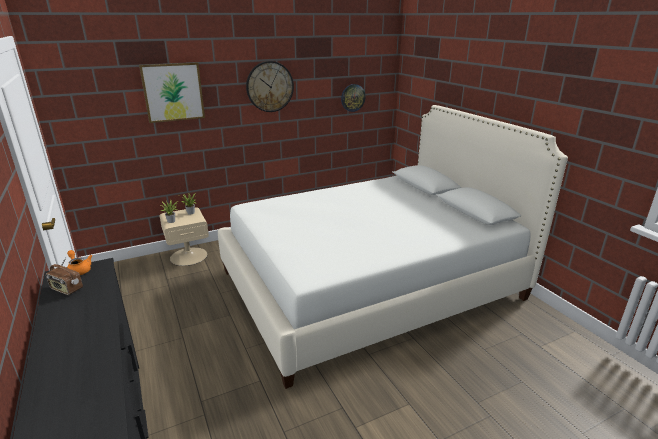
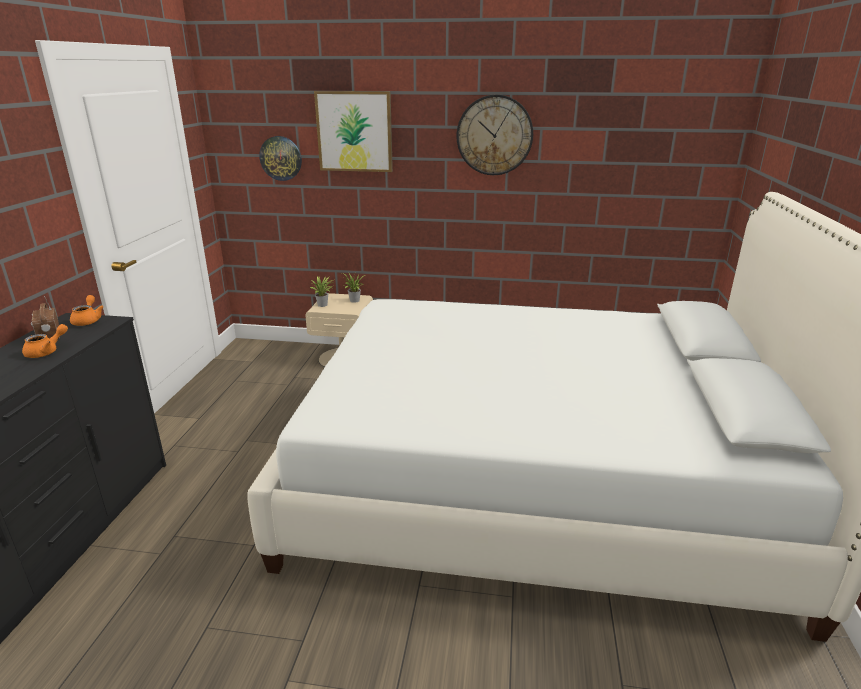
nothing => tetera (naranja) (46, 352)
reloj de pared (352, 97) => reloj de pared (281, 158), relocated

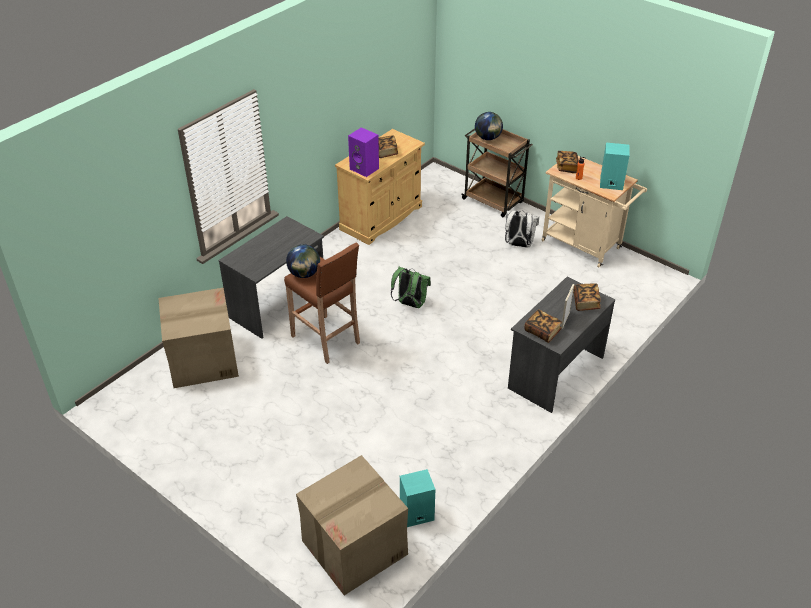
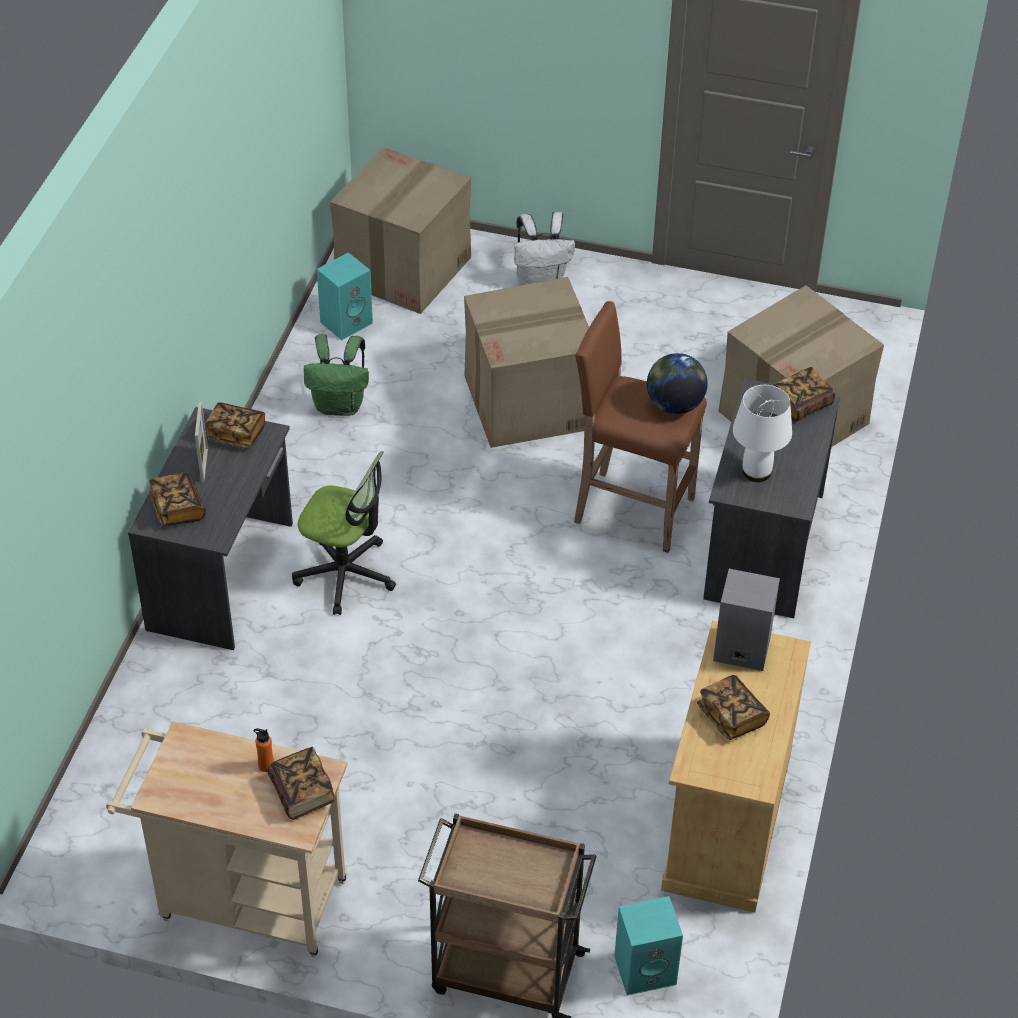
globo terráqueo (488, 138) => nothing
nothing => silla de oficina (345, 574)
nothing => caja de cartón (529, 402)
nothing => lámpara de mesa (blanco) (757, 472)
nothing => libro (801, 404)
mochila (verde) (410, 304) => mochila (verde) (340, 405), relocated
mochila (blanco) (518, 245) => mochila (blanco) (541, 281), relocated
altavoz (turquesa) (610, 183) => altavoz (turquesa) (646, 969), relocated
altavoz (morado) (365, 169) => altavoz (gris) (740, 649)

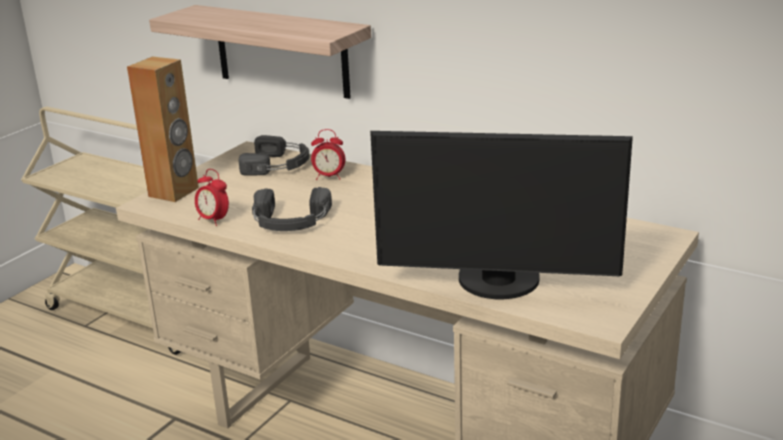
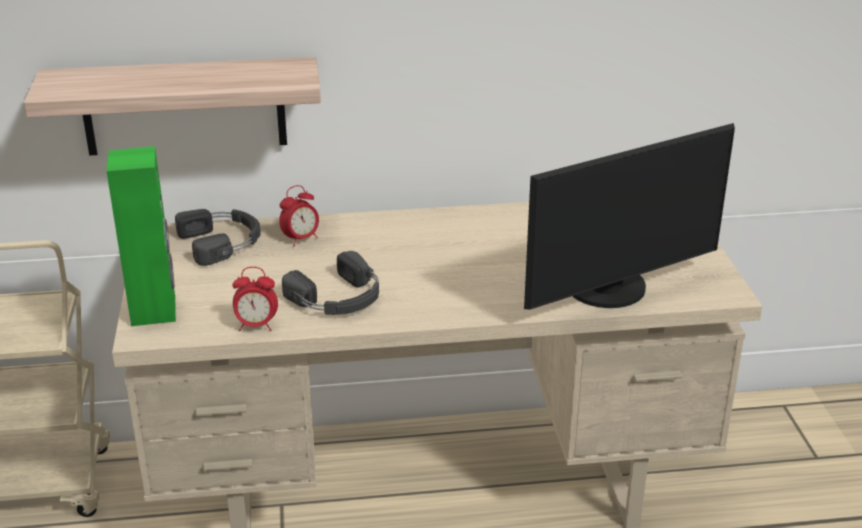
altavoz (marrón) (174, 192) => altavoz (verde) (154, 311)

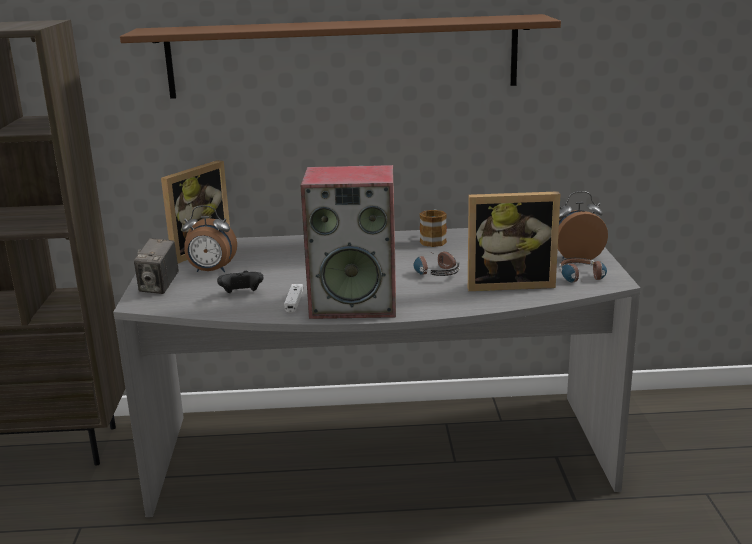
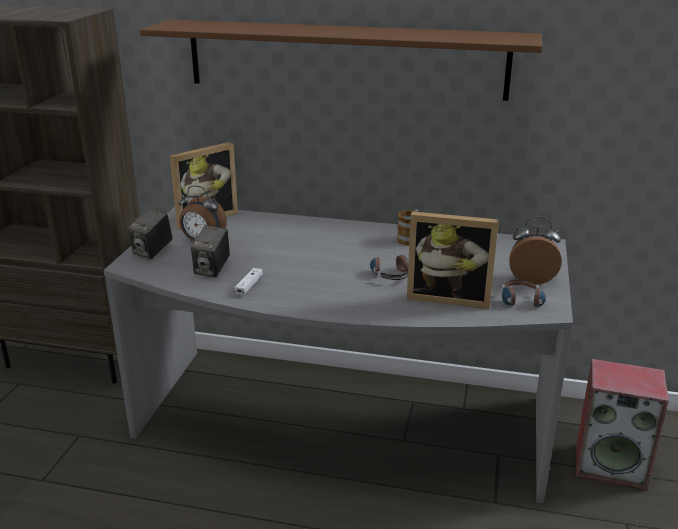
altavoz (355, 304) => altavoz (611, 465), relocated
mando de consola (negro) (241, 294) => cámara (212, 270)

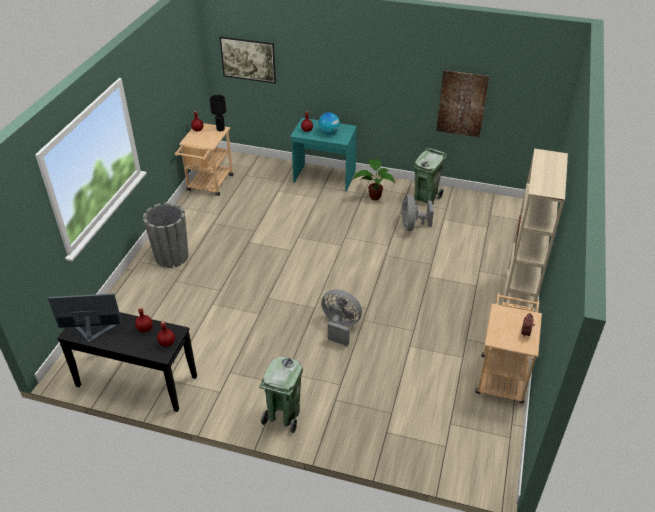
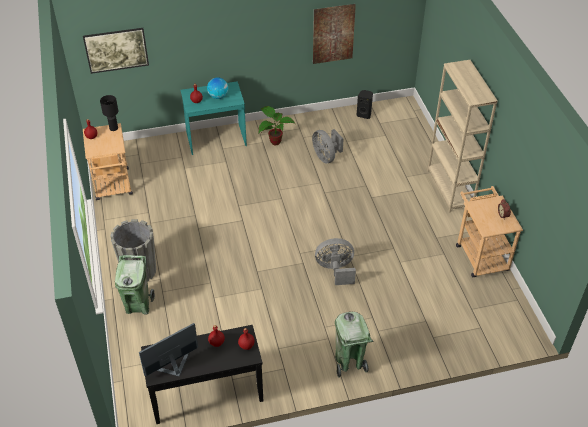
nothing => altavoz (negro) (364, 114)
papelera (verde) (426, 197) => papelera (verde) (138, 305), relocated

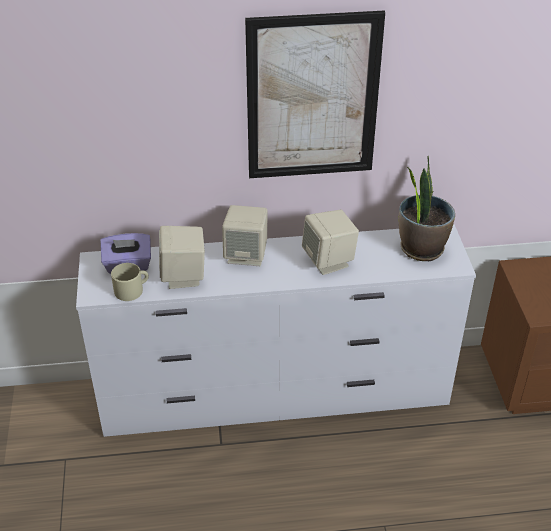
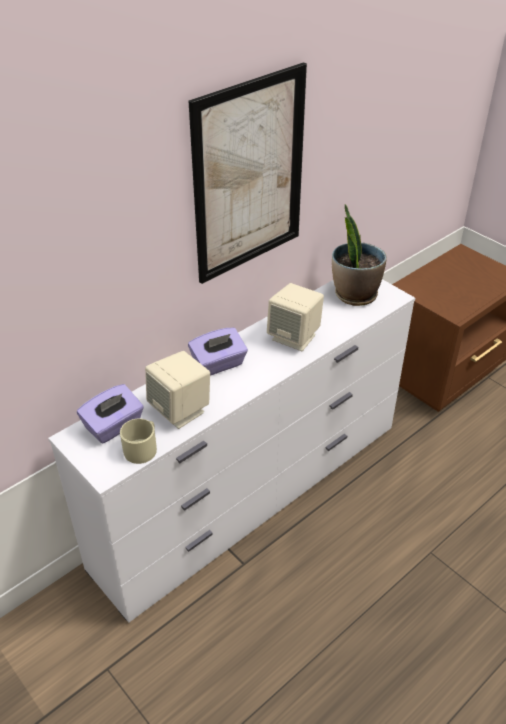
altavoz (beis) (246, 255) => caja de pañuelos (morado) (218, 364)

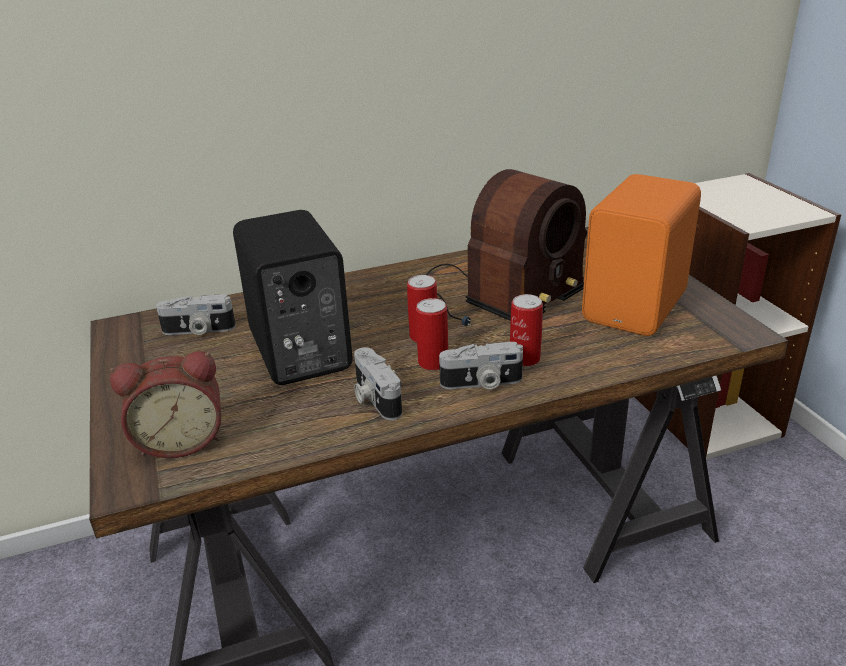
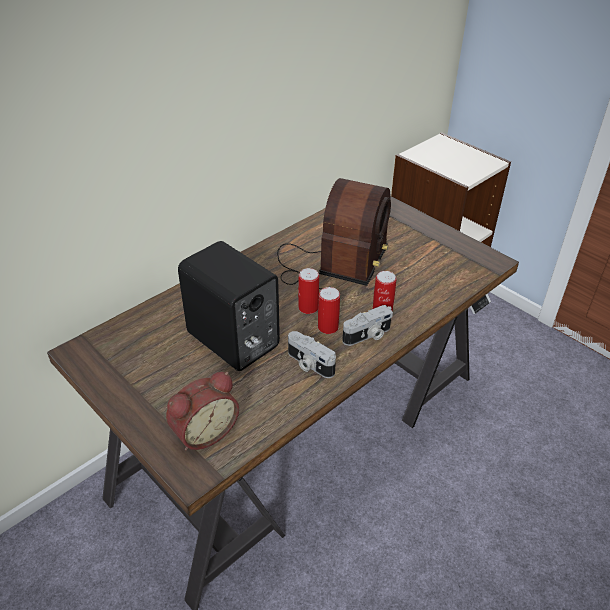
cámara (198, 330) => nothing
altavoz (naranja) (638, 307) => nothing

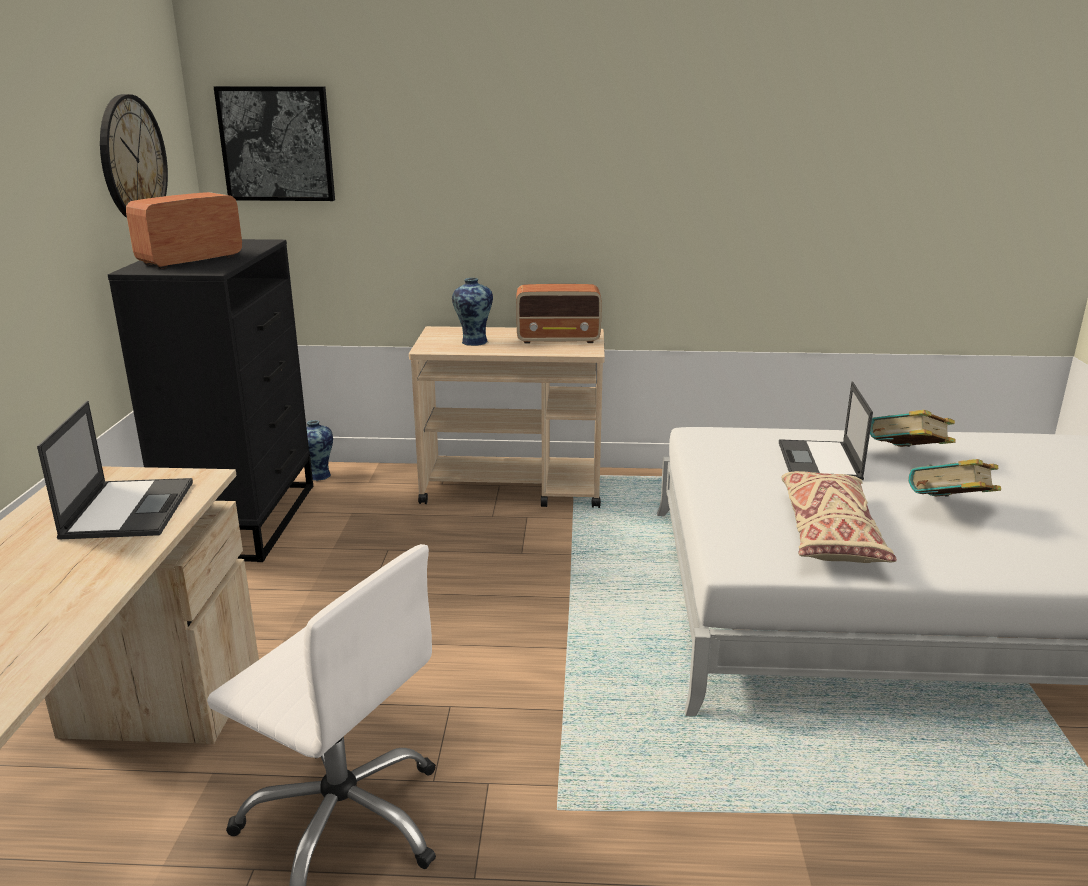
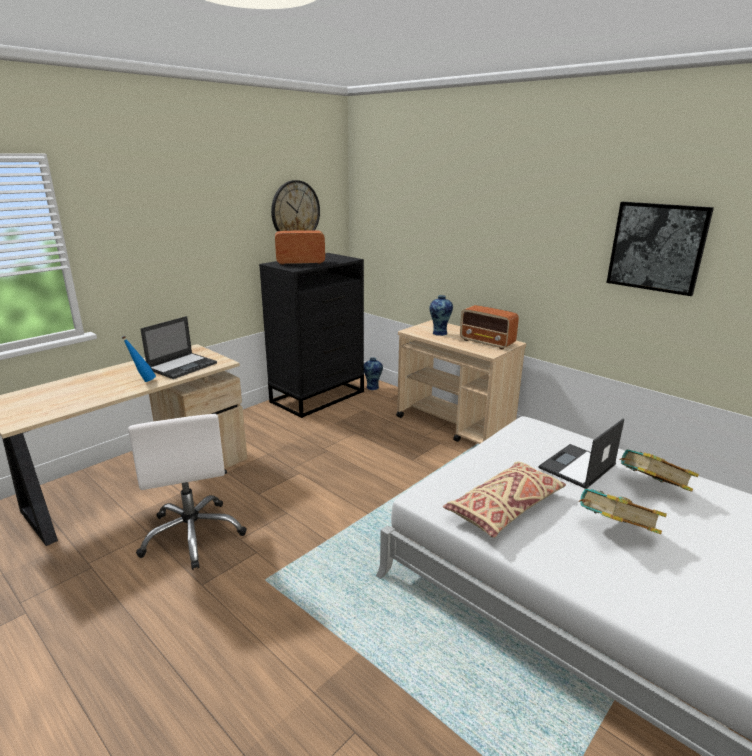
nothing => botella (azul) (143, 381)
cuadro (277, 144) => cuadro (657, 247), relocated

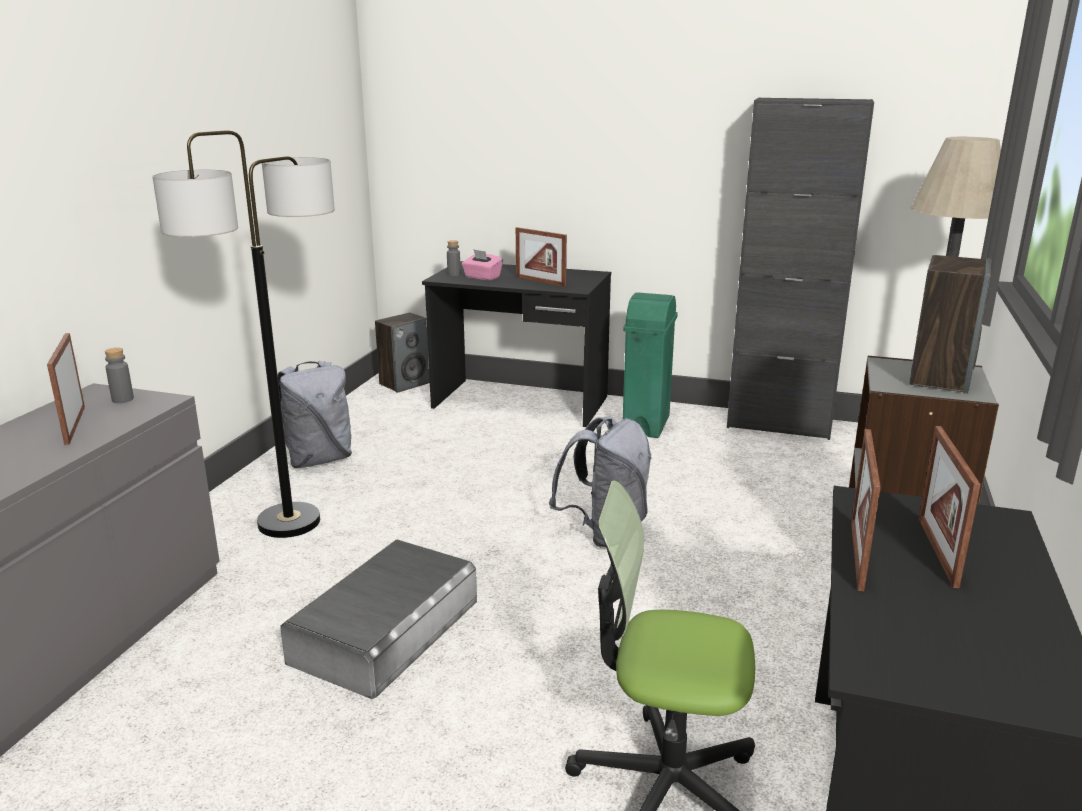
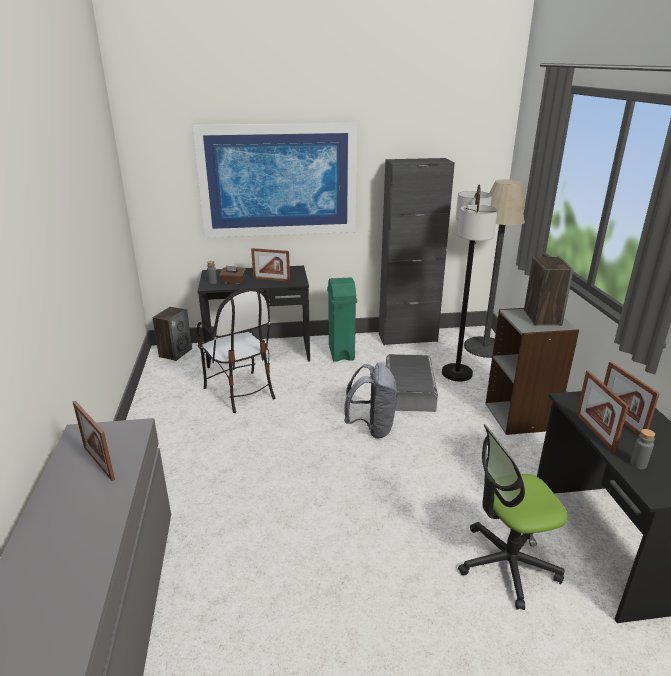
mochila (gris) (318, 459) => nothing
nothing => cuadro (278, 180)
nothing => silla (240, 392)
botella (gris) (123, 399) => botella (gris) (638, 464), relocated
lámpara de pie (289, 522) => lámpara de pie (457, 373), relocated
caja de almacenaje (gris) (385, 630) => caja de almacenaje (gris) (409, 389), relocated
caja de pañuelos (rosa) (482, 277) => caja de pañuelos (marrón) (233, 282)

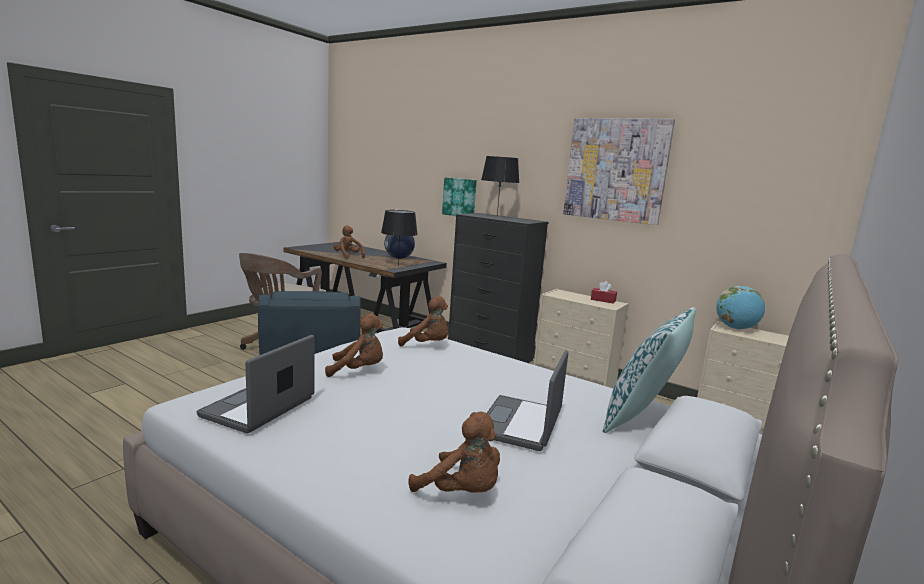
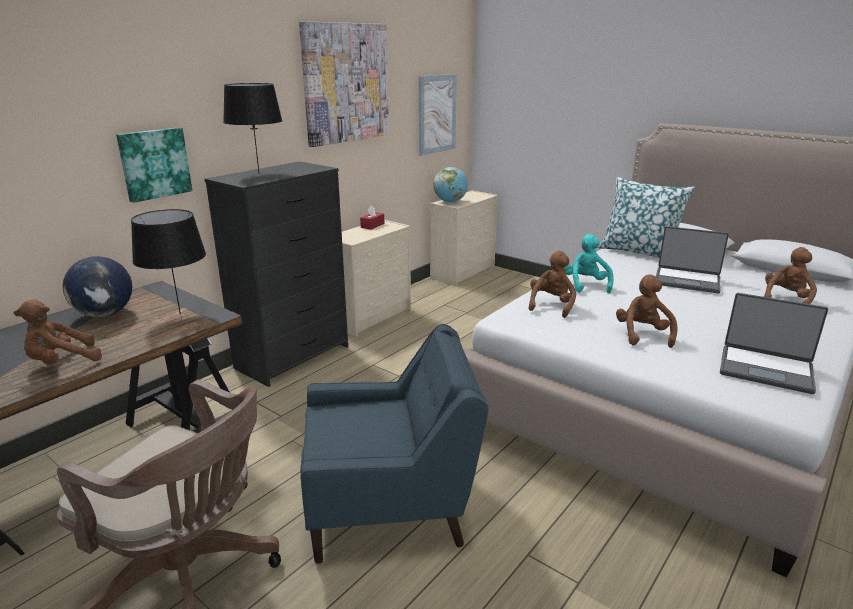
nothing => cuadro (437, 114)
nothing => peluche (turquesa) (586, 285)

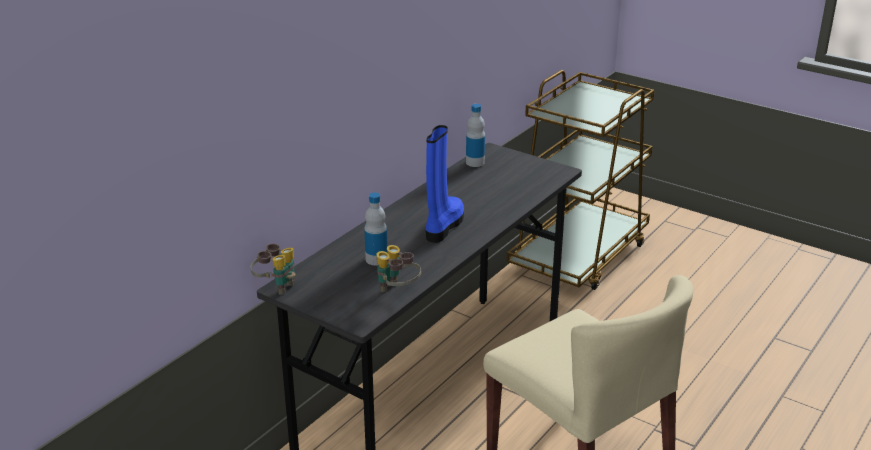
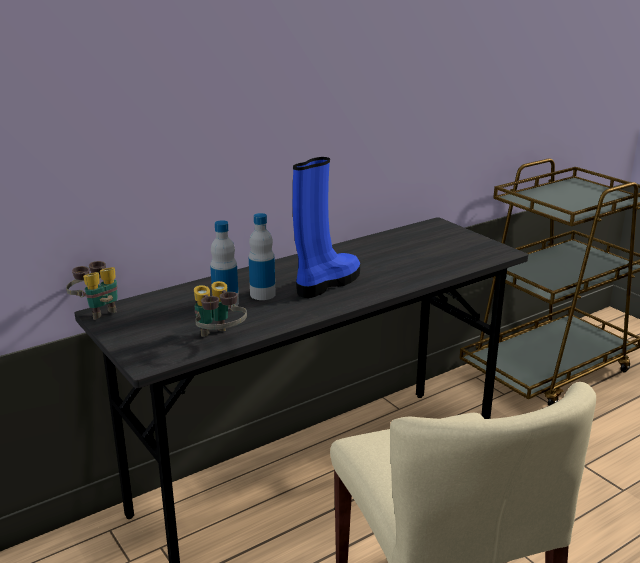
botella (475, 162) => botella (262, 294), relocated

